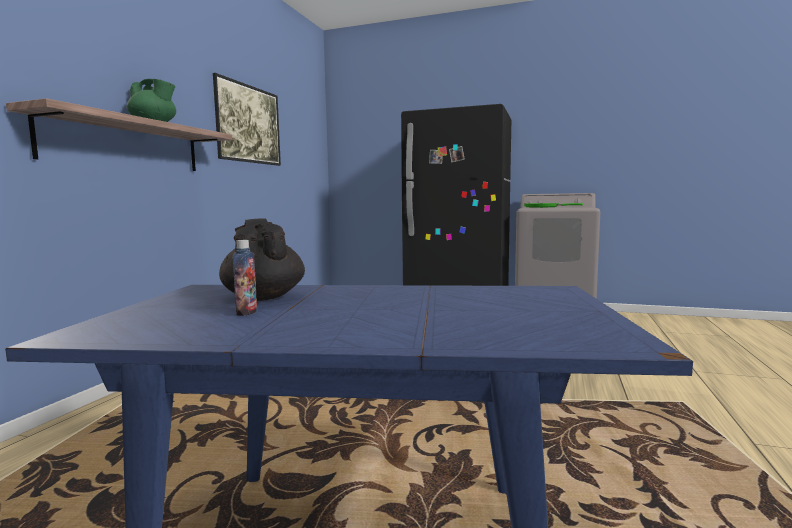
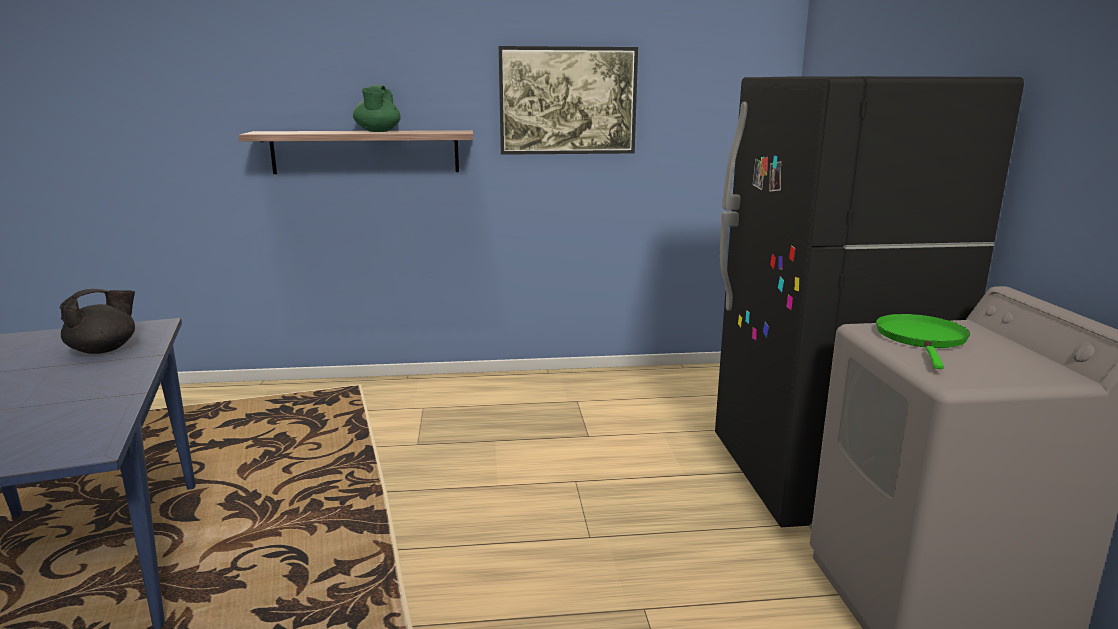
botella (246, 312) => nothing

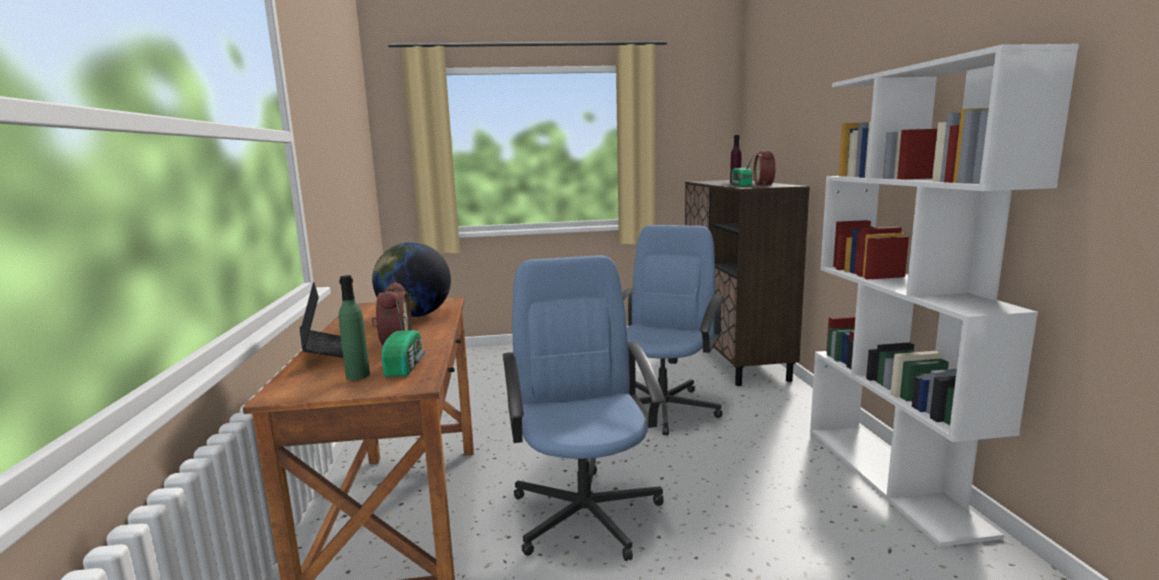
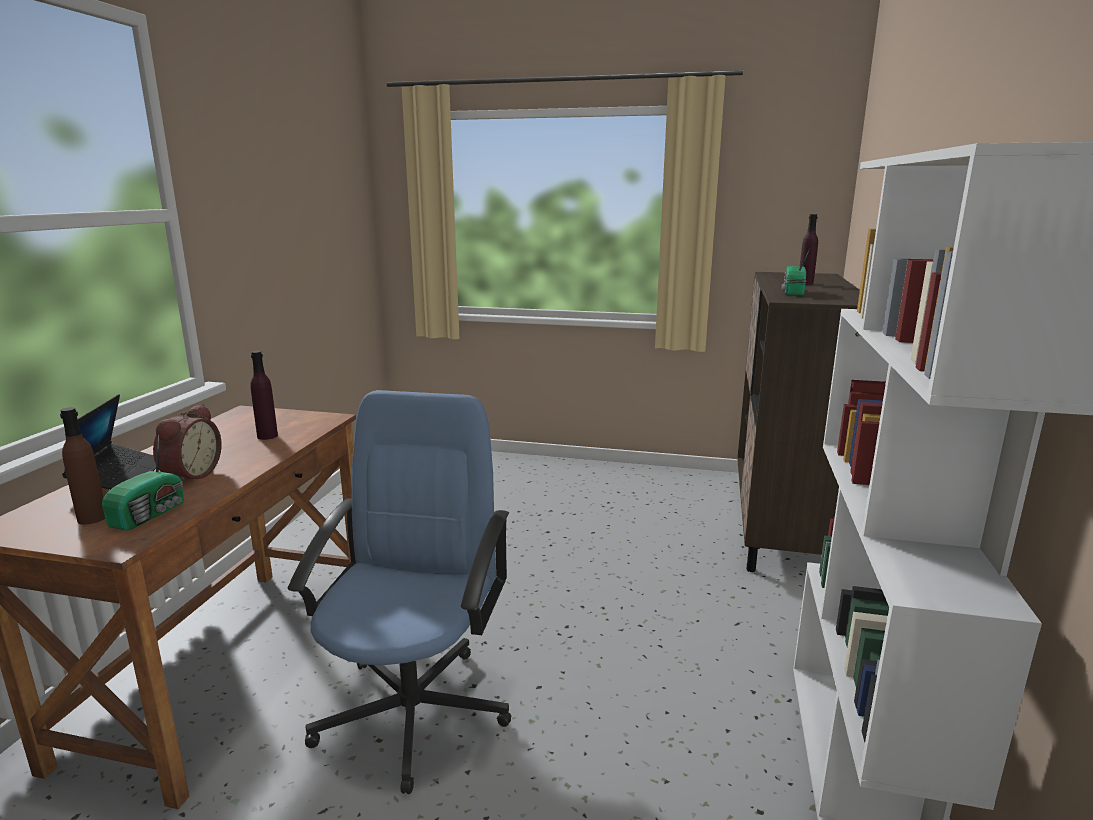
silla de oficina (azul) (664, 408) => nothing
despertador (765, 184) => nothing
globo terráqueo (415, 316) => botella (morado) (267, 436)
botella (verde) (358, 375) => botella (marrón) (92, 518)

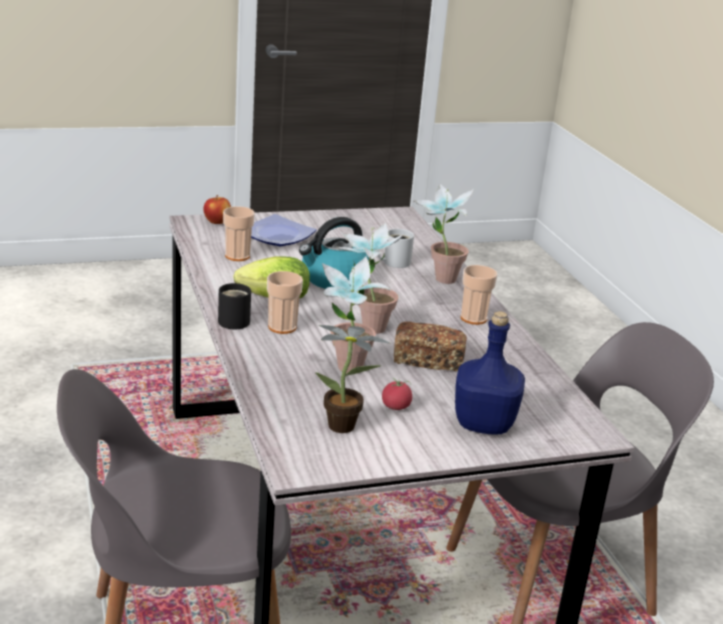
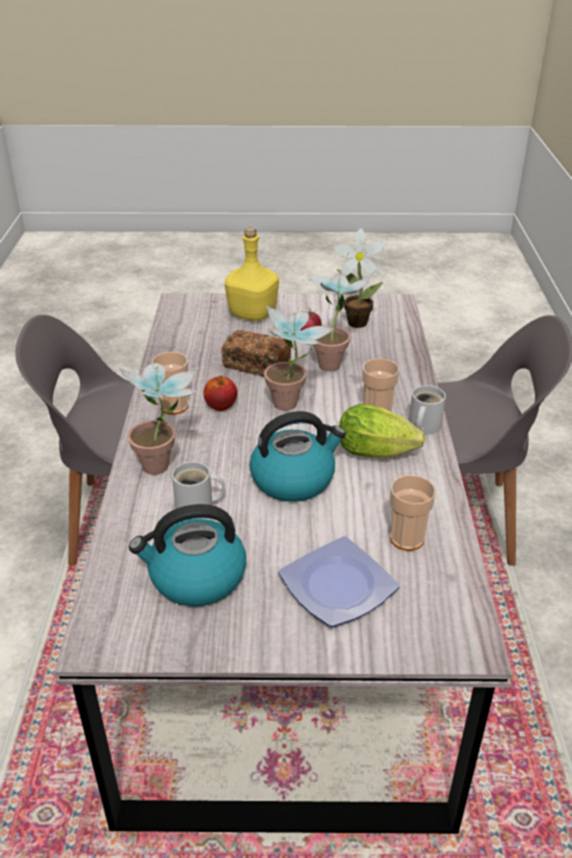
nothing => hervidor (196, 578)
manzana (217, 222) => manzana (221, 406), relocated
taza grande (negro) (236, 320) => taza grande (blanco) (422, 426)
botella (azul) (485, 424) => botella (amarillo) (251, 314)

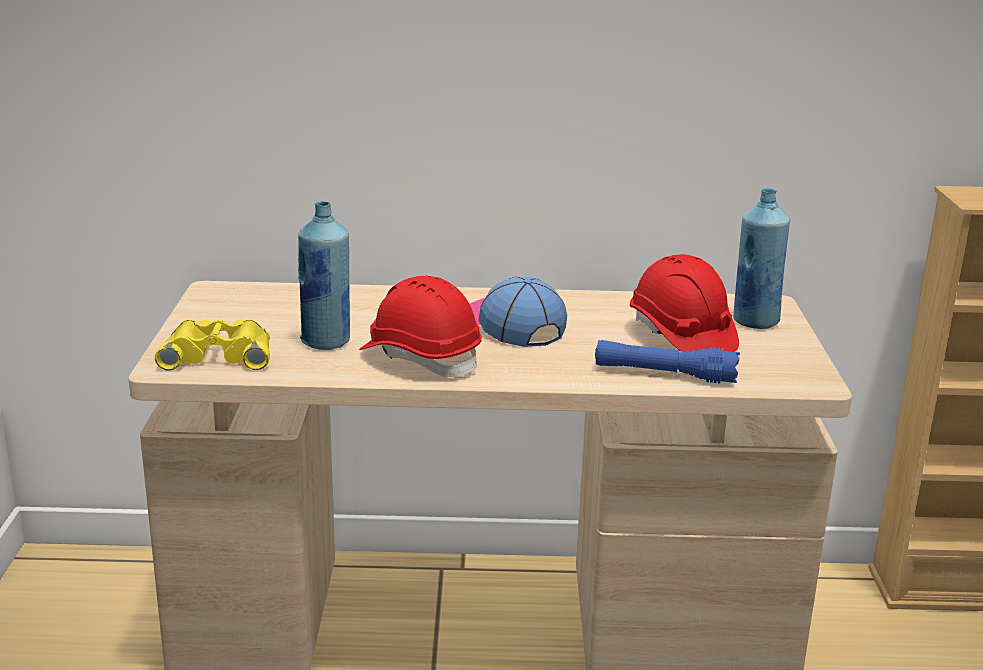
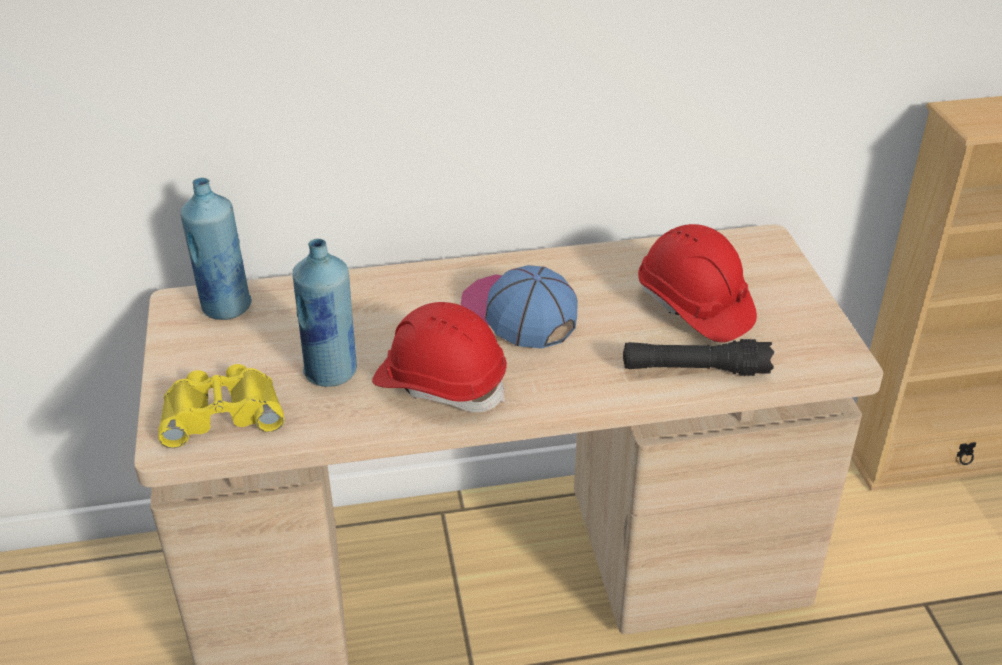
botella (azul) (754, 321) => botella (azul) (226, 307), relocated
linterna (azul) (664, 374) => linterna (negro) (695, 369)

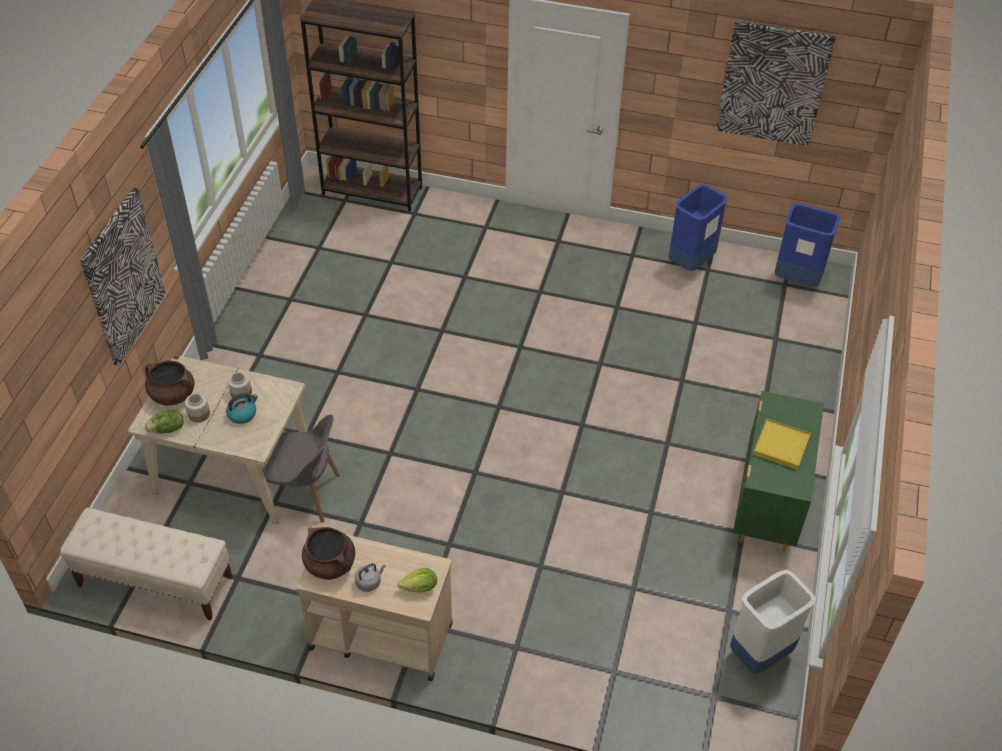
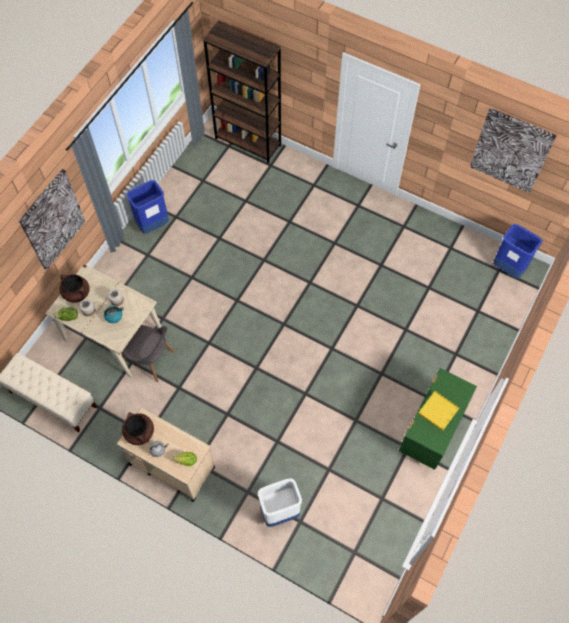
papelera (azul) (691, 262) => papelera (azul) (153, 225), relocated
papelera (blanco) (760, 654) => papelera (blanco) (280, 512), relocated

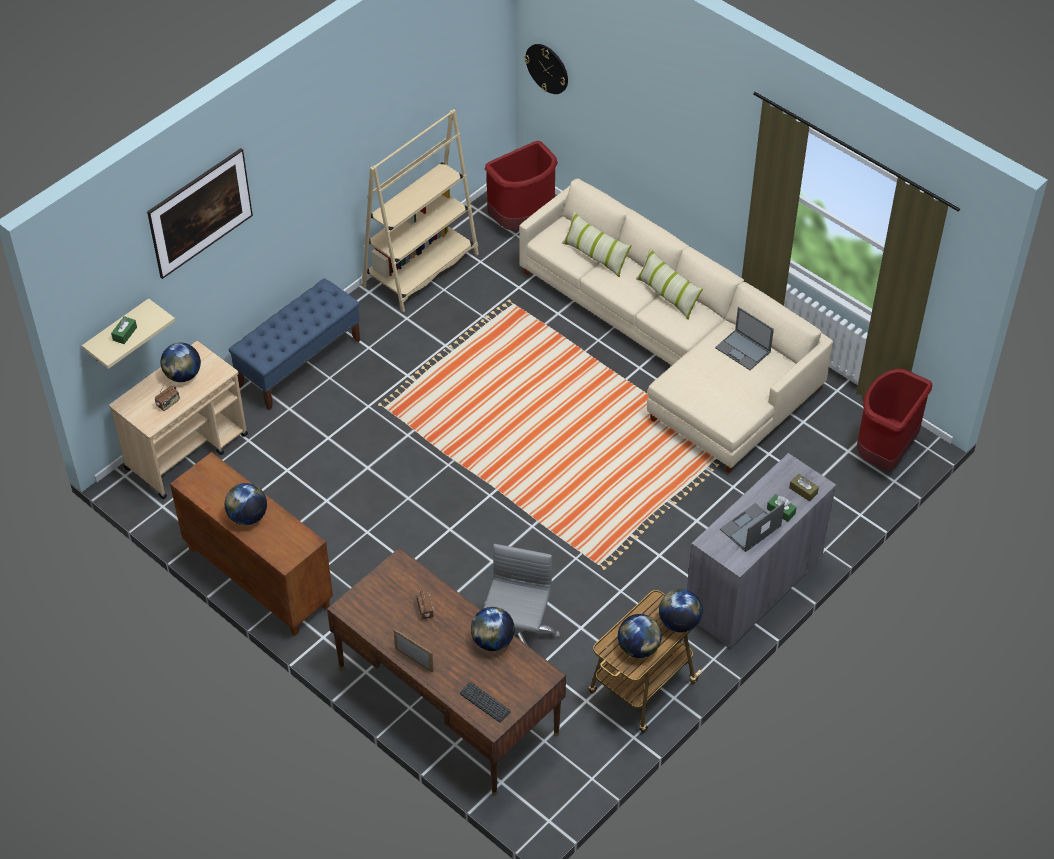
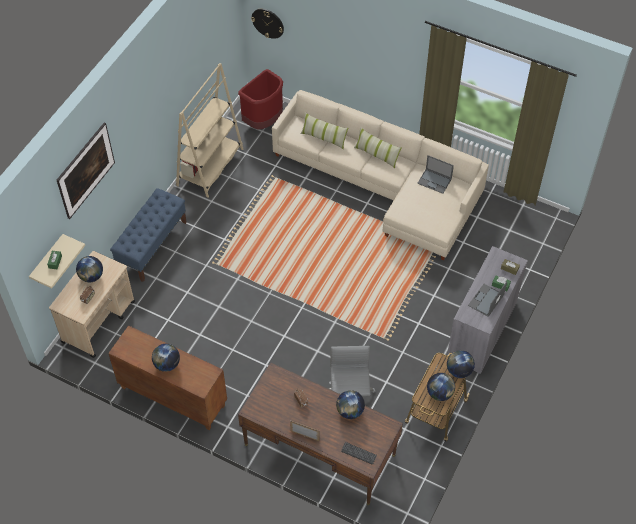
papelera (rojo) (884, 452) => nothing

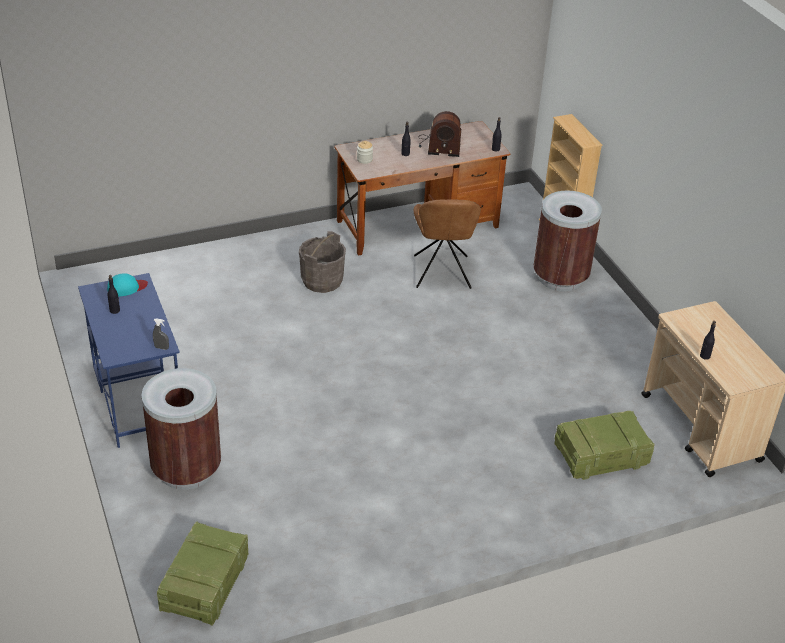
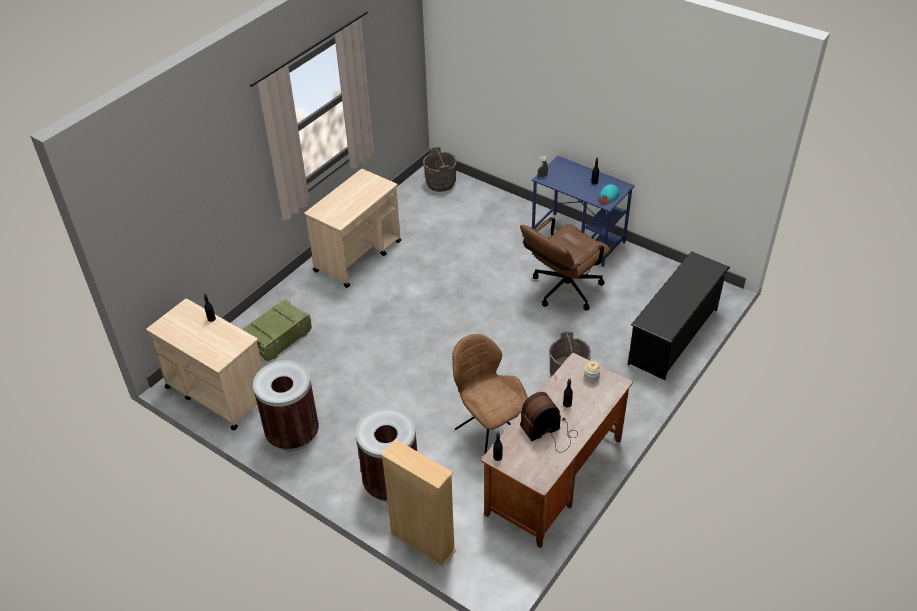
nothing => carrito (beis) (358, 256)
nothing => silla de oficina (marrón) (562, 291)
nothing => zapatero (negro) (674, 336)
papelera (marrón) (187, 469) => papelera (marrón) (292, 434), relocated
caja de embalaje (205, 586) => cubo (gris) (440, 183)

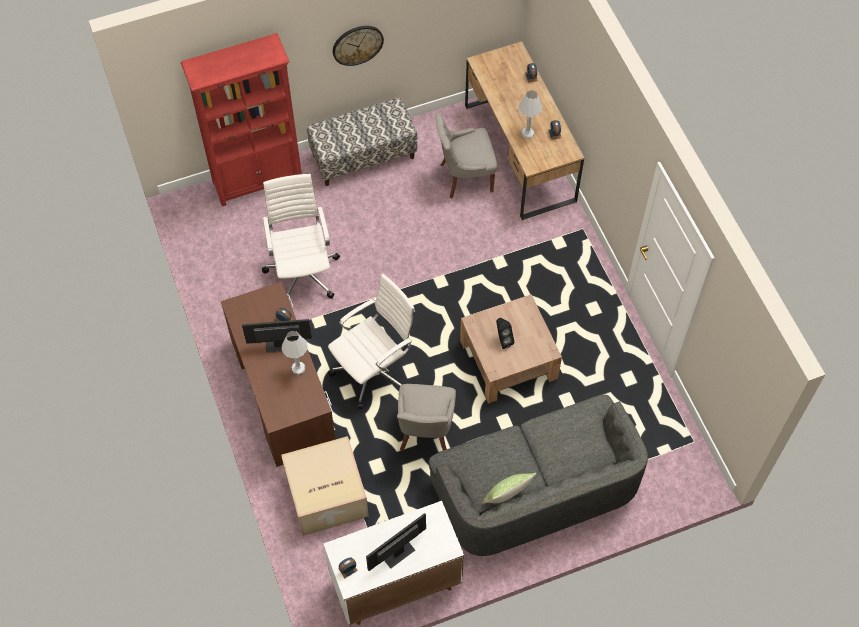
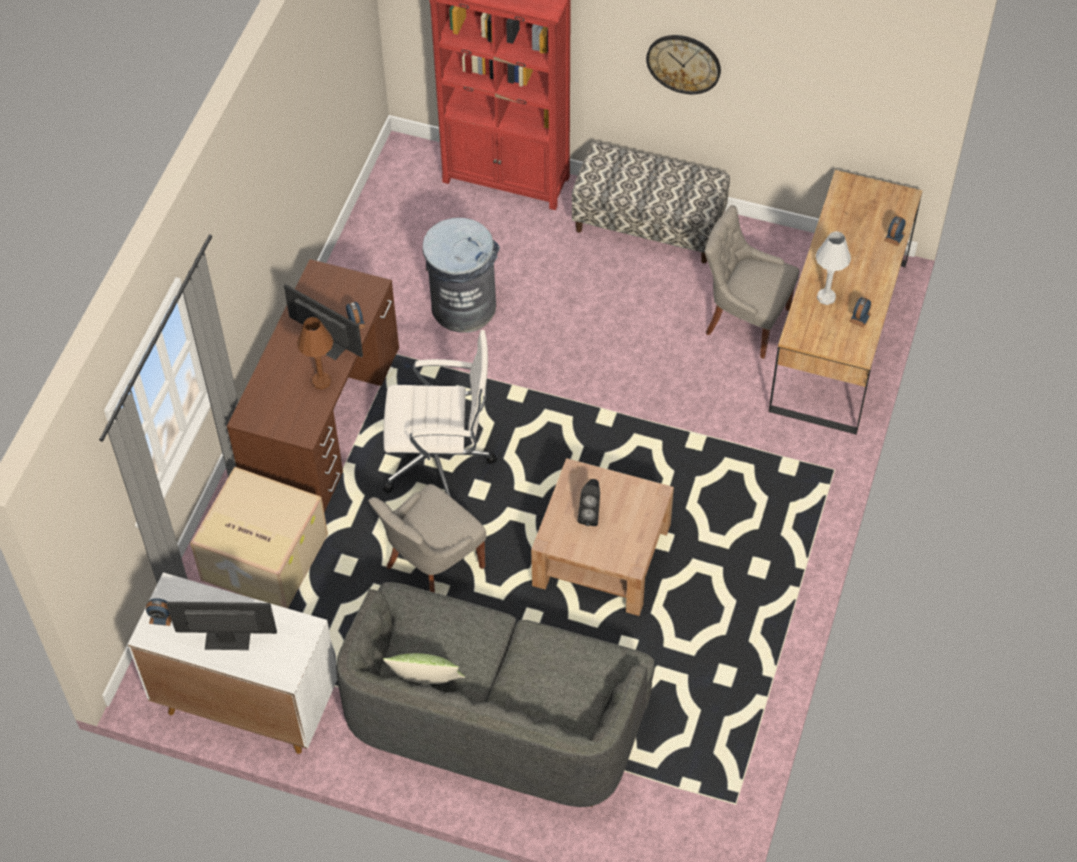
silla de oficina (blanco) (303, 271) => papelera (gris) (463, 306)
lámpara de mesa (blanco) (298, 368) => lámpara de mesa (marrón) (321, 381)

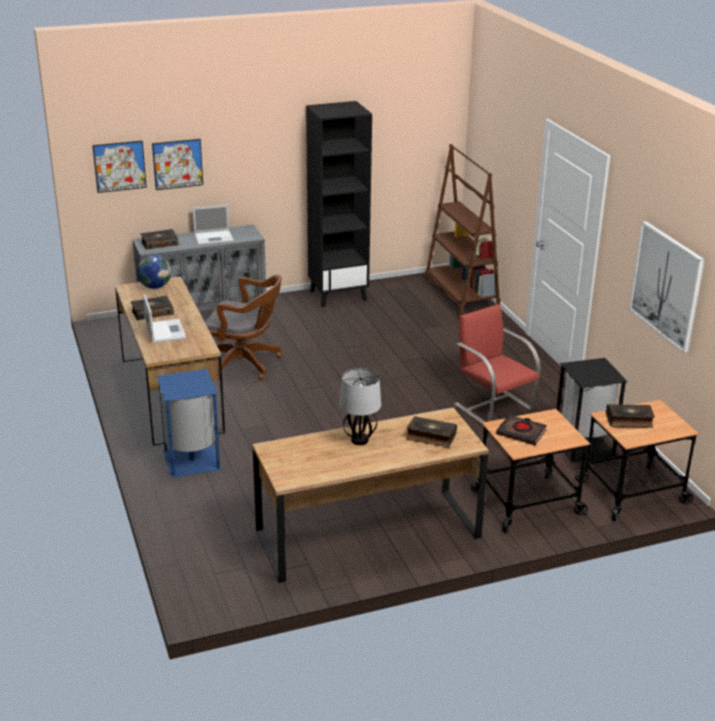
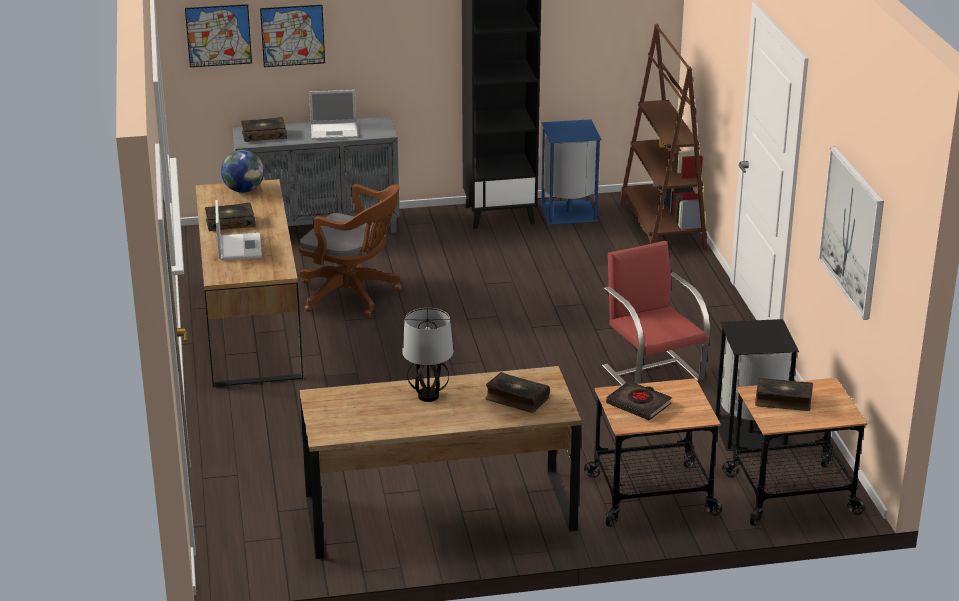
papelera (azul) (192, 459) => papelera (azul) (569, 212), relocated

